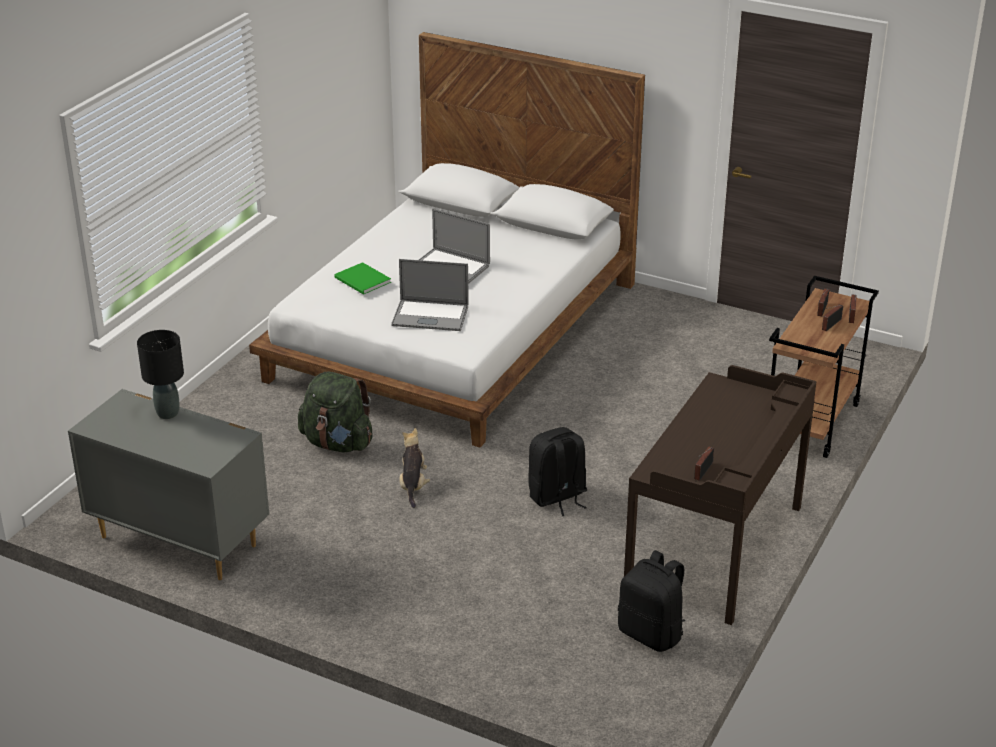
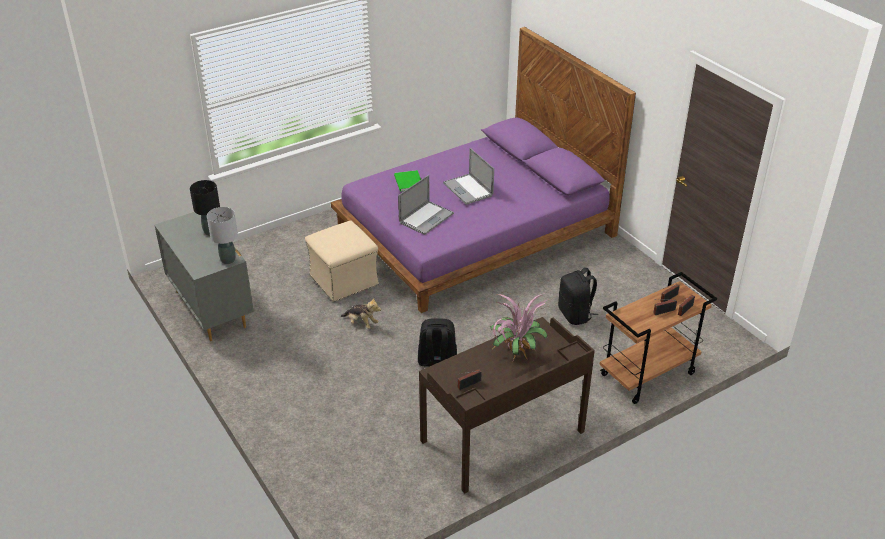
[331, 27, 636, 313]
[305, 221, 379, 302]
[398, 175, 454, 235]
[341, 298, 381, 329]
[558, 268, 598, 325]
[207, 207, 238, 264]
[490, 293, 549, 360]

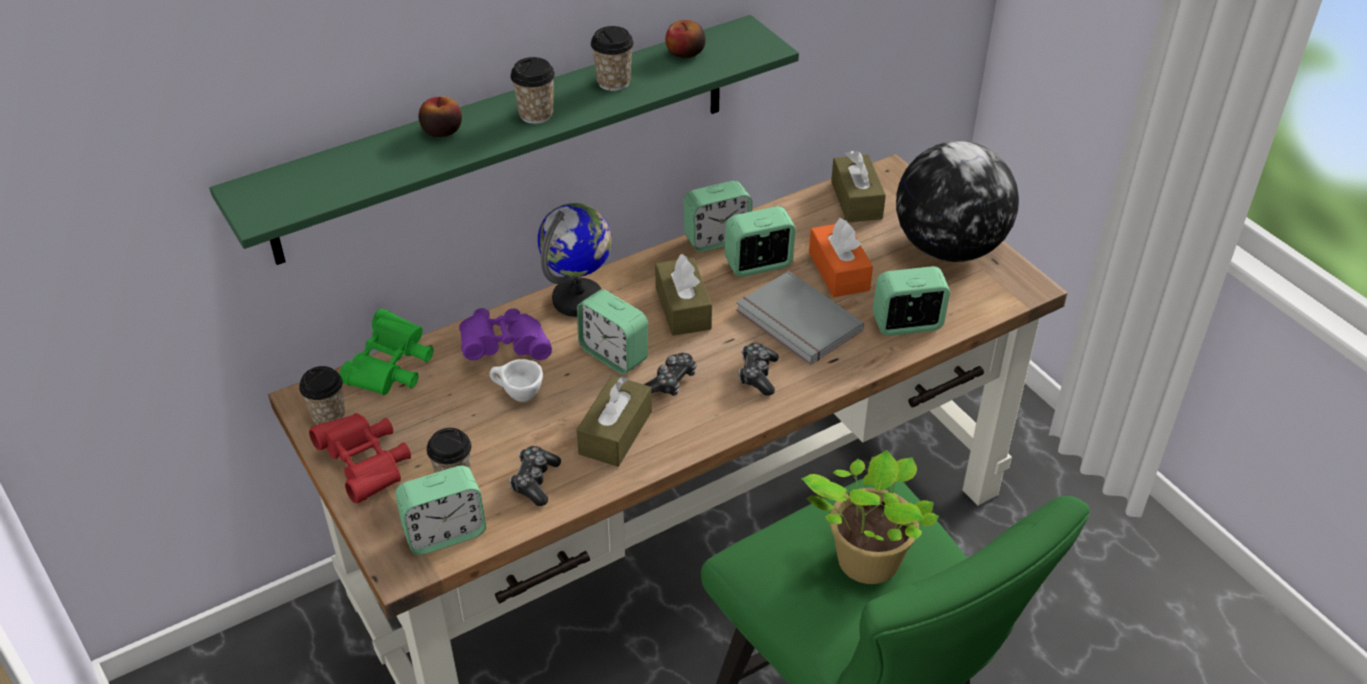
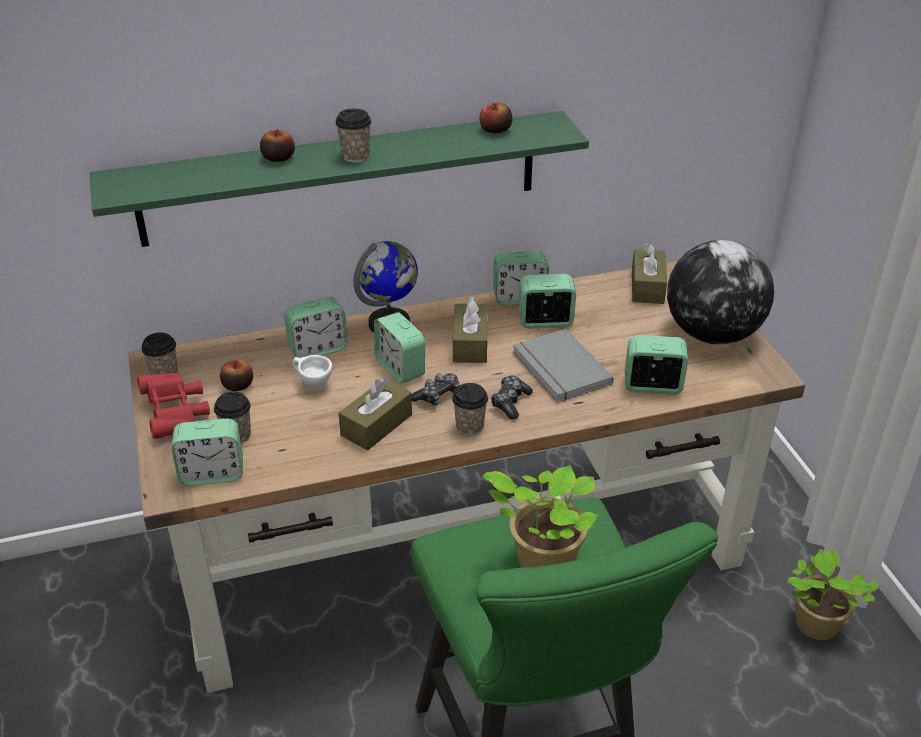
[339, 309, 434, 395] (first image)
[284, 297, 348, 358]
[509, 446, 561, 506] (first image)
[452, 383, 488, 436]
[809, 218, 873, 297] (first image)
[220, 360, 253, 391]
[787, 549, 878, 640]

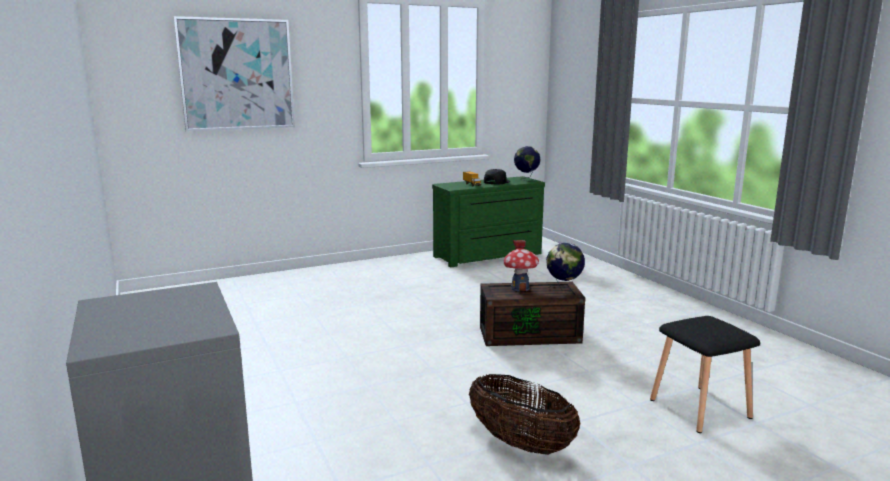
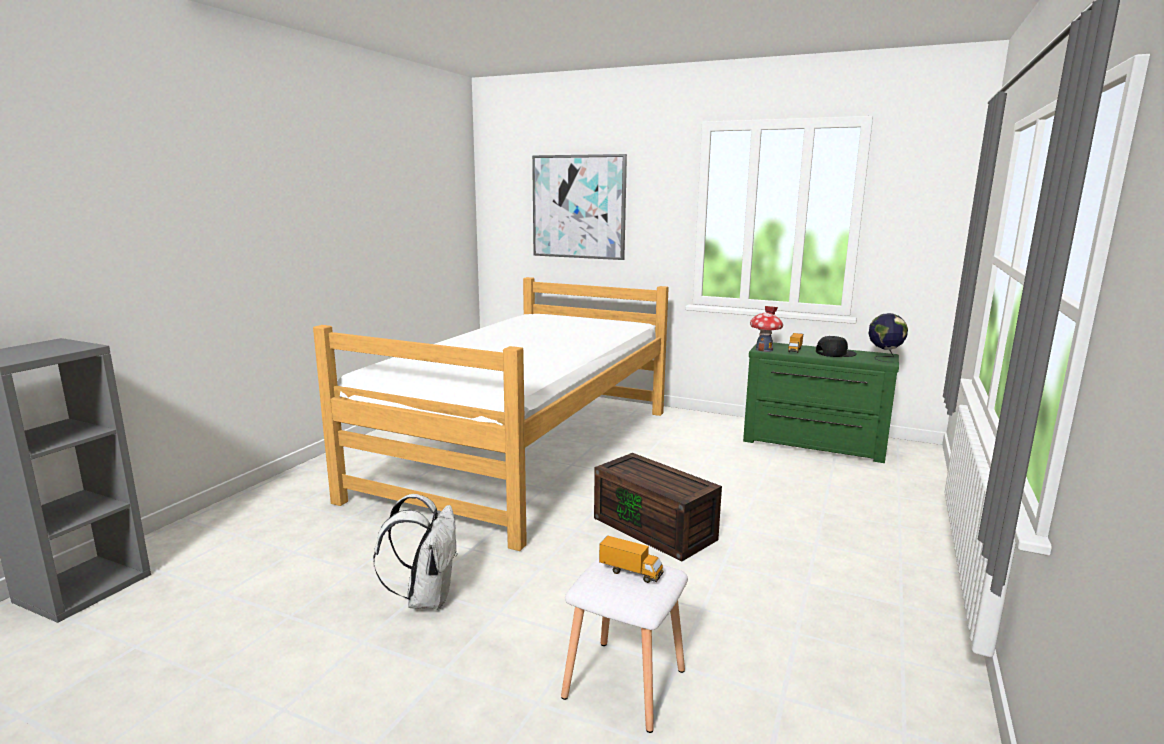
[373, 494, 458, 610]
[750, 306, 783, 352]
[546, 243, 585, 292] (first image)
[561, 558, 688, 733]
[313, 277, 669, 551]
[599, 536, 664, 583]

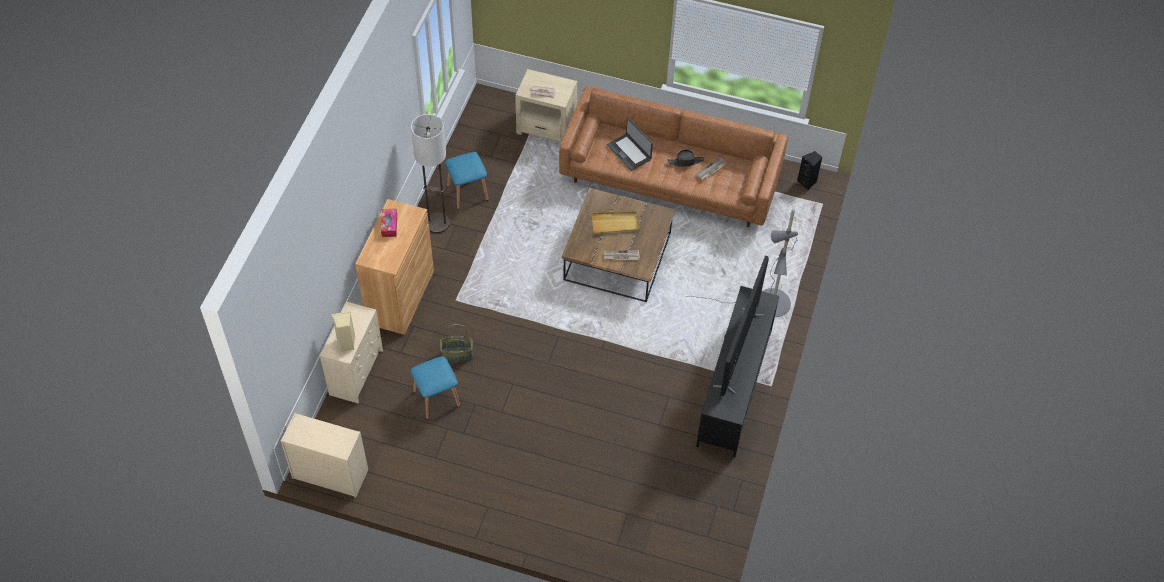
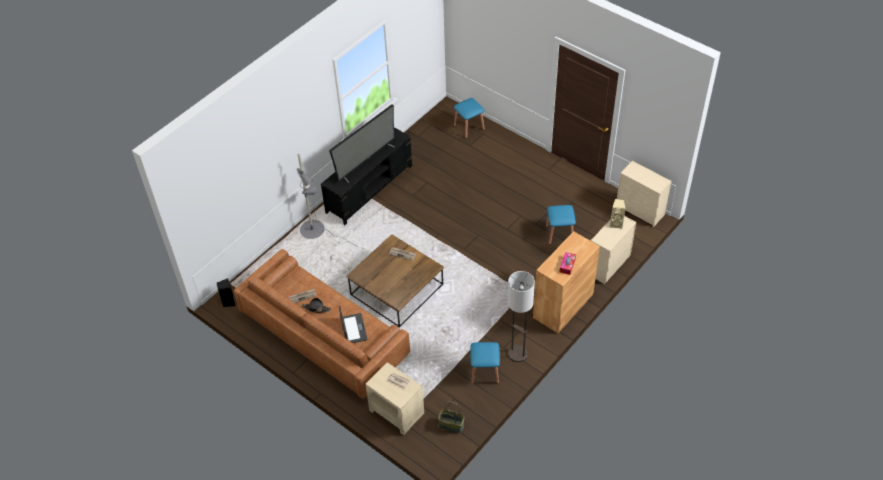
[438, 401, 465, 433]
[592, 212, 639, 233] (first image)
[454, 98, 485, 139]

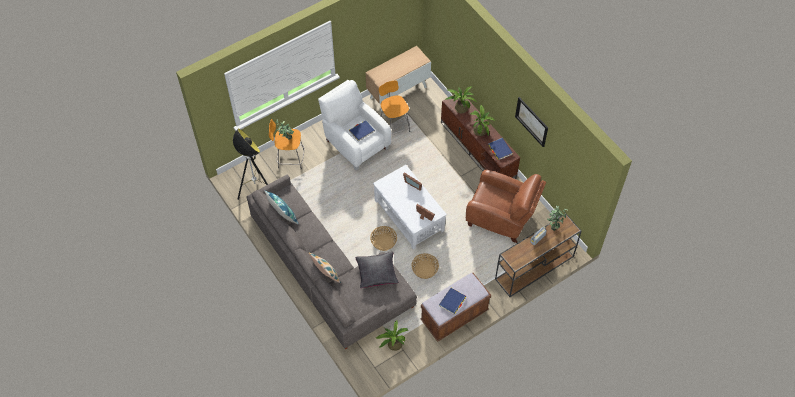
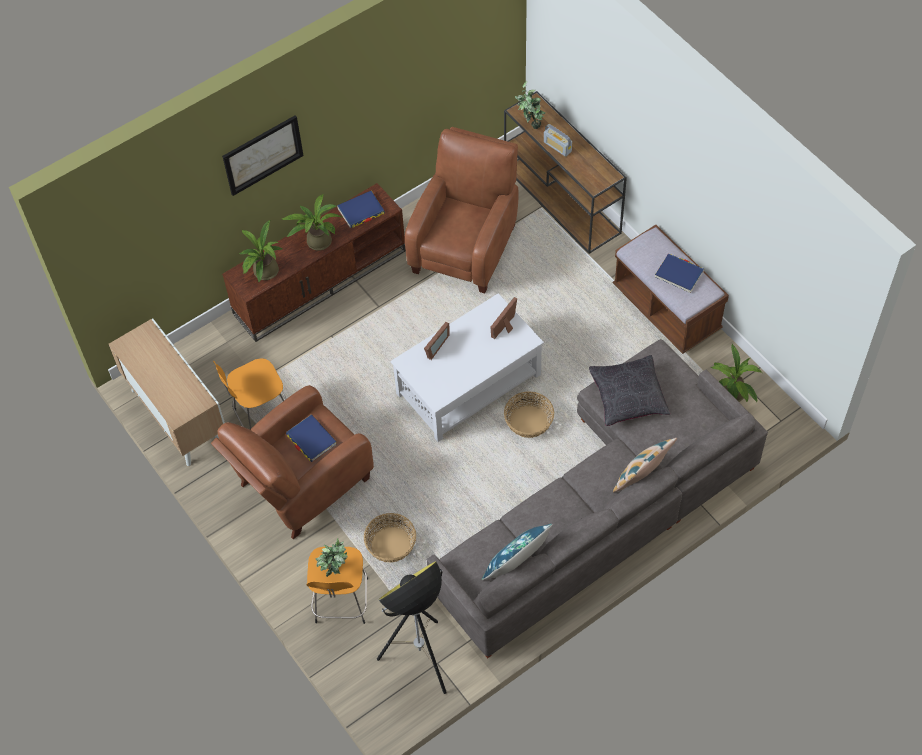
[211, 385, 374, 539]
[364, 513, 416, 563]
[222, 115, 304, 196]

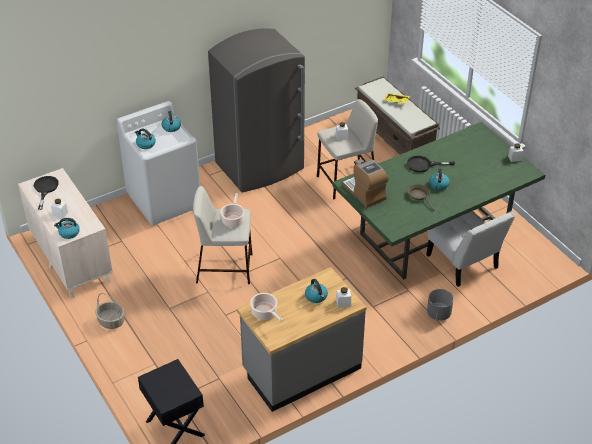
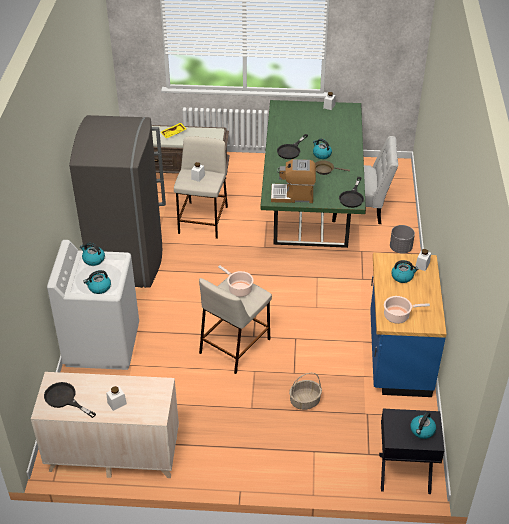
[411, 412, 436, 439]
[289, 373, 322, 410]
[370, 253, 447, 397]
[339, 177, 364, 208]

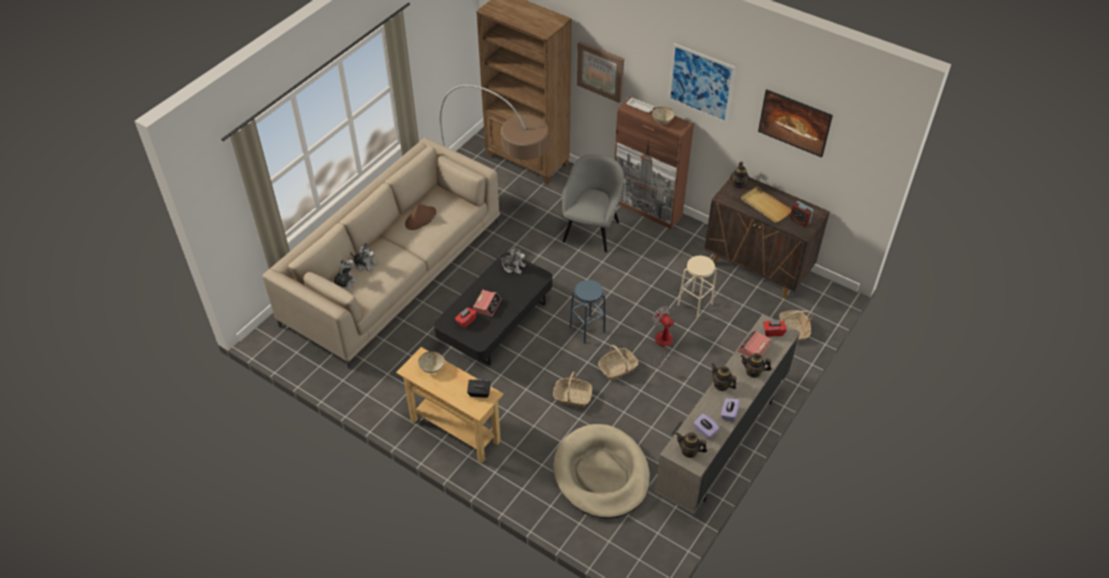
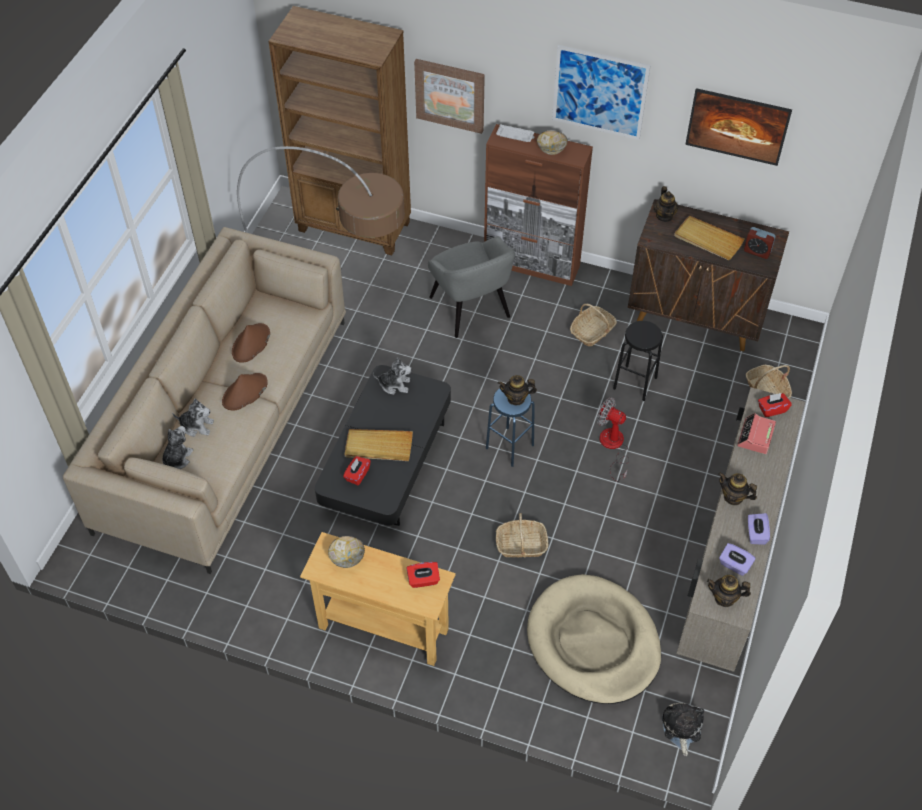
[407, 562, 440, 588]
[344, 429, 413, 461]
[428, 236, 515, 338]
[570, 304, 617, 346]
[613, 321, 663, 401]
[498, 375, 537, 405]
[222, 373, 268, 411]
[662, 702, 704, 756]

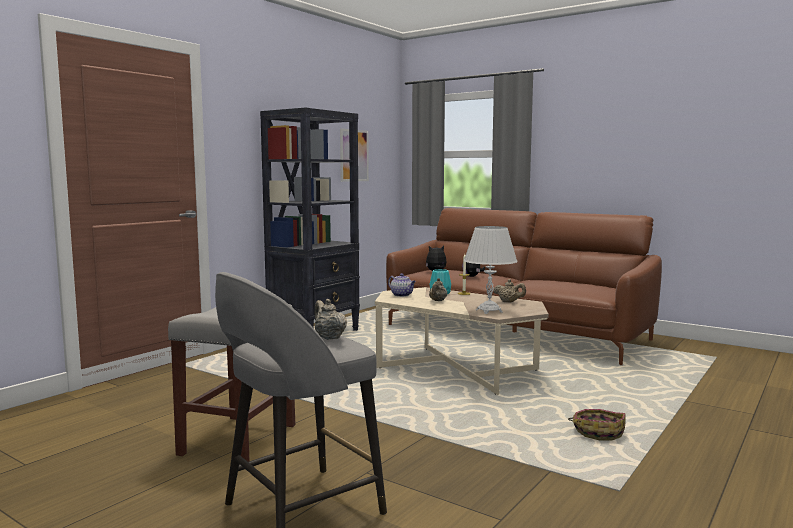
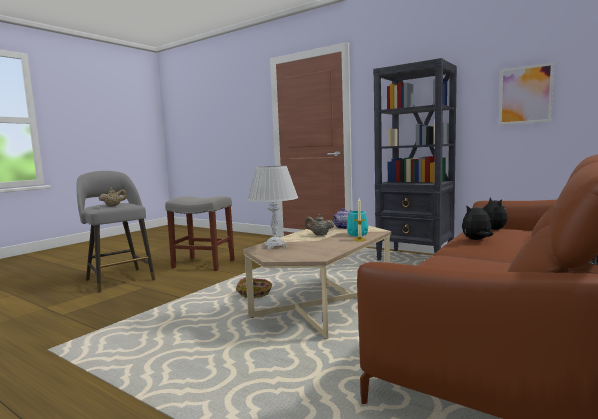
[494, 279, 526, 303] (first image)
[236, 277, 272, 298]

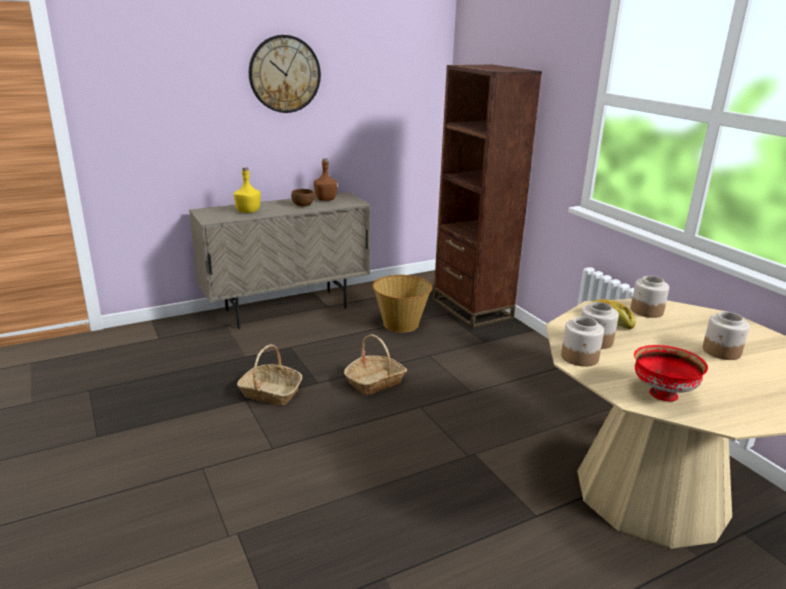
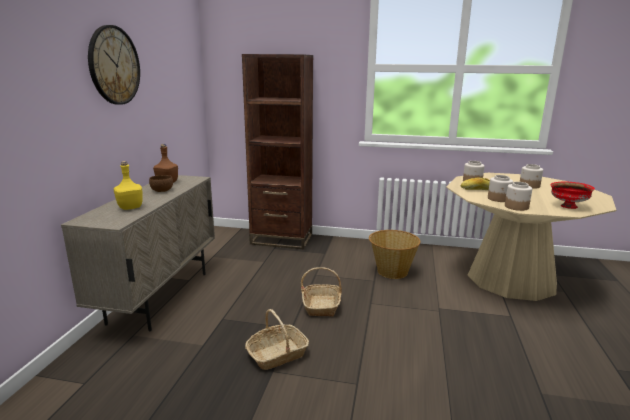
[369, 230, 421, 279]

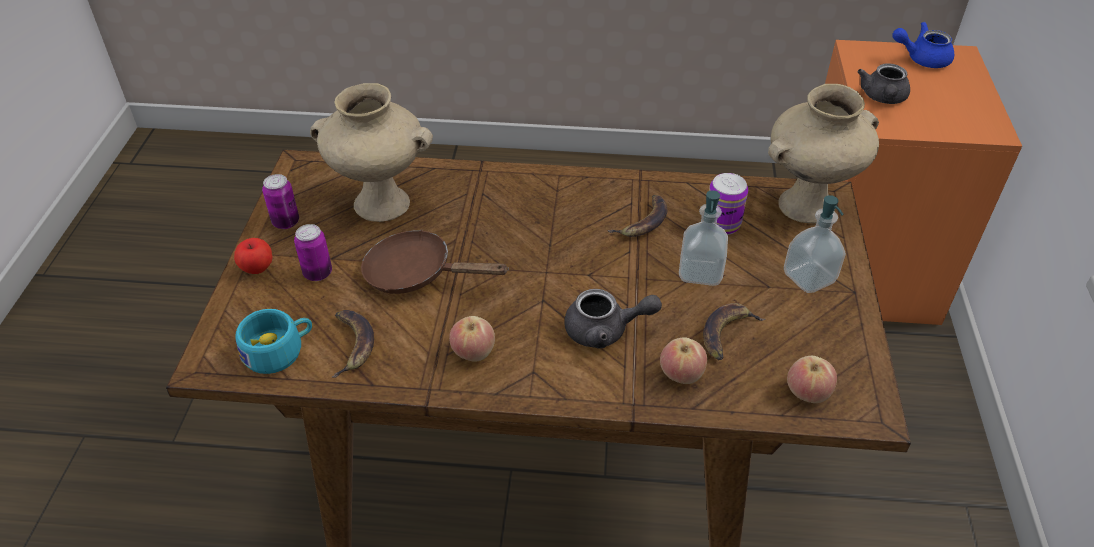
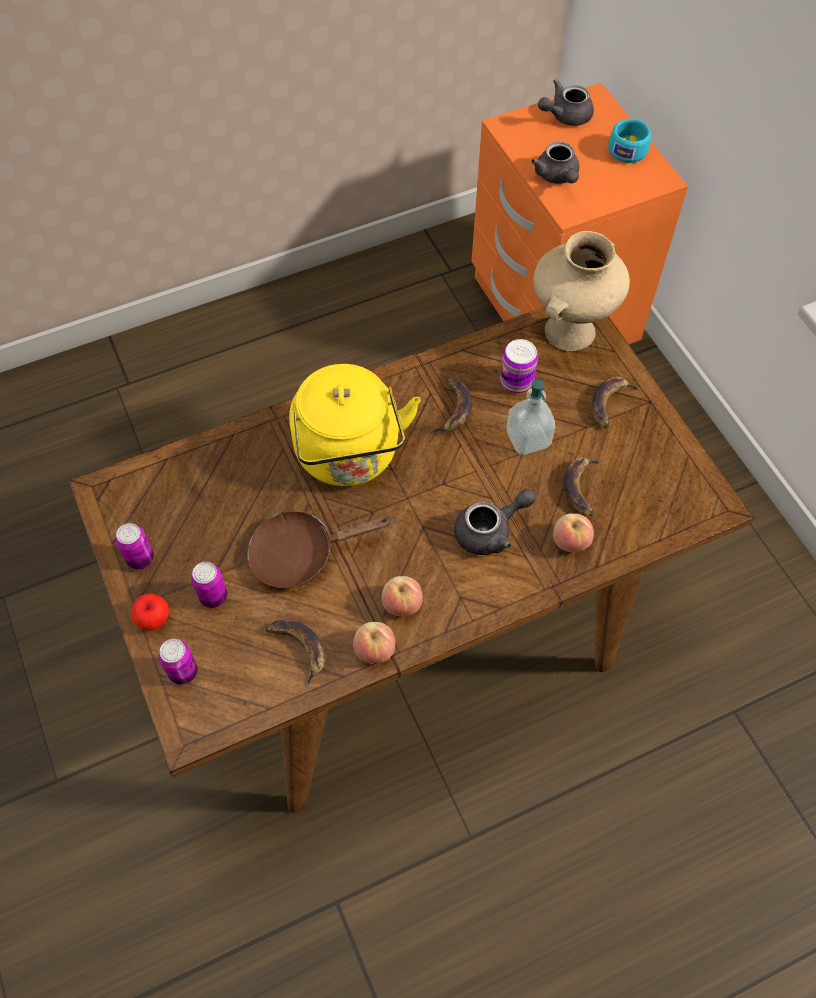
[608, 119, 651, 163]
[310, 83, 433, 222] (first image)
[592, 377, 641, 428]
[353, 622, 395, 663]
[538, 79, 594, 126]
[158, 639, 198, 685]
[289, 364, 421, 486]

